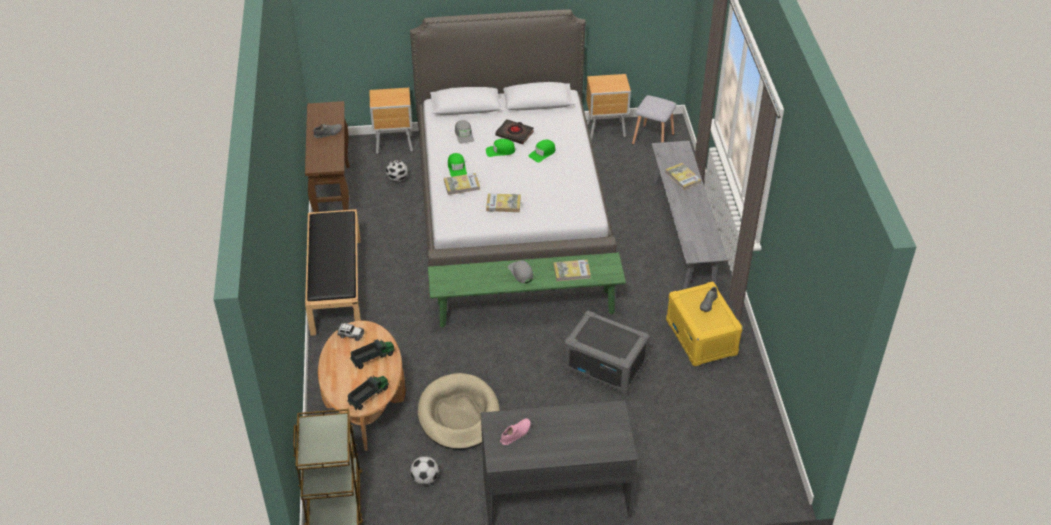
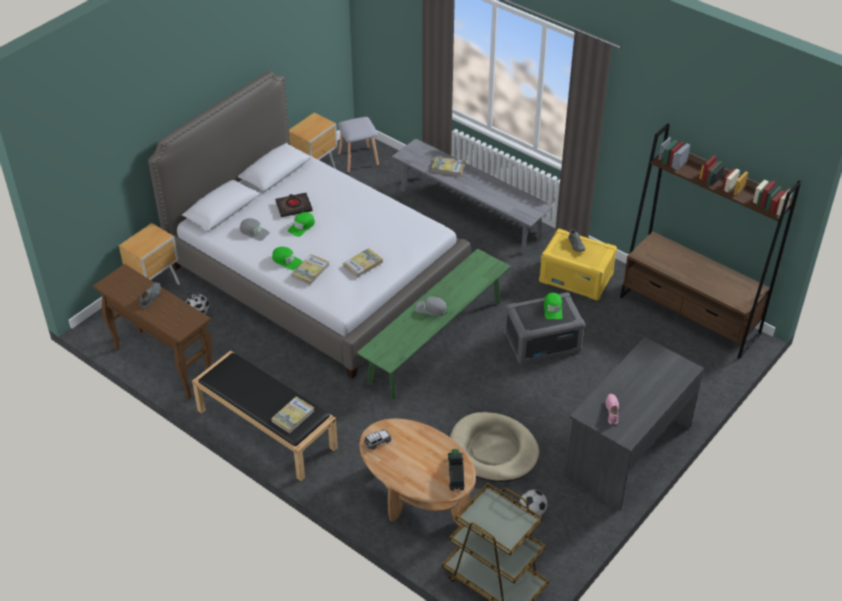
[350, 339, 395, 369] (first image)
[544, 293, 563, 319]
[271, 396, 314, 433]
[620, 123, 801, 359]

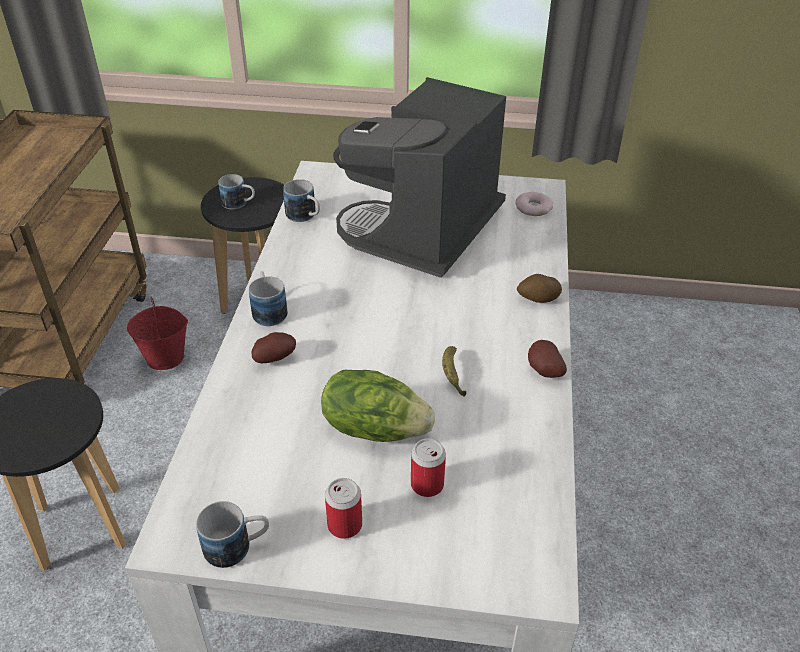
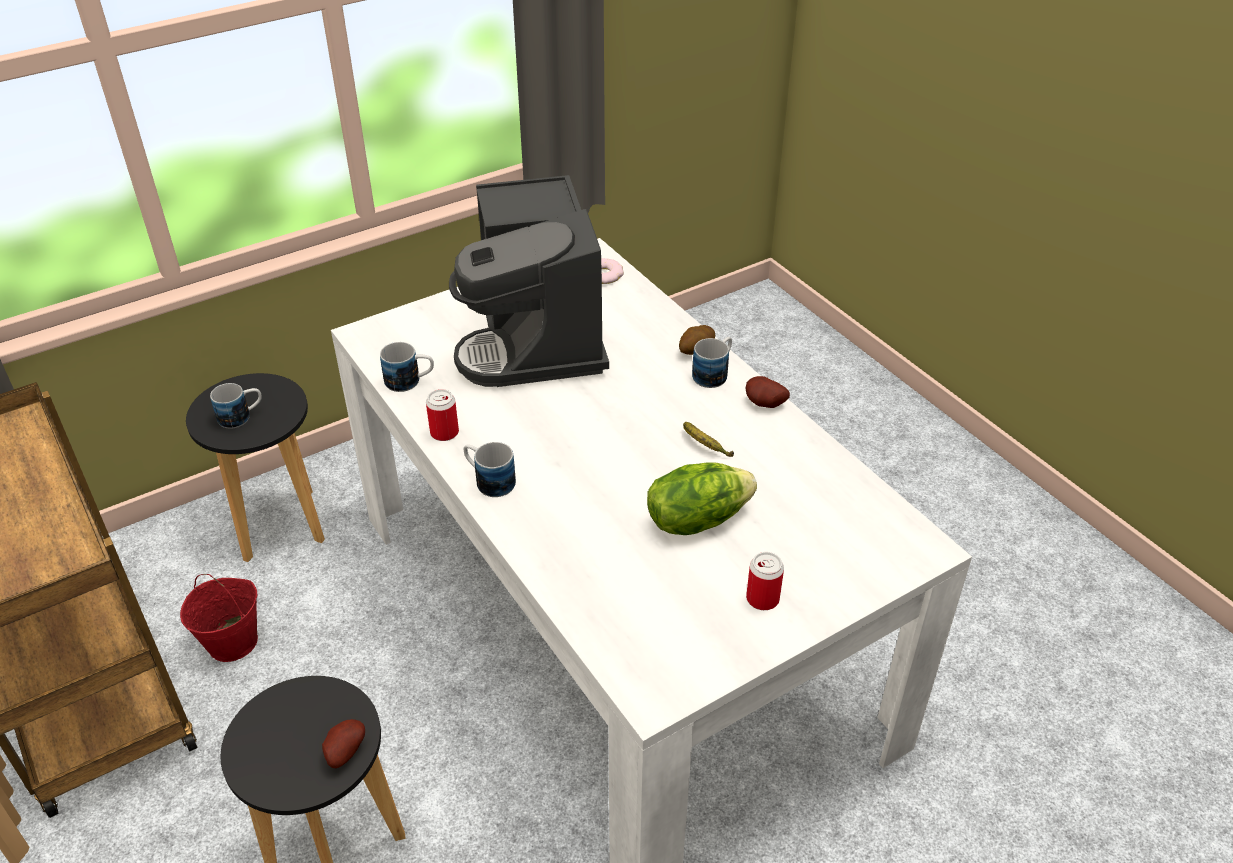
[692, 337, 732, 388]
[322, 719, 365, 768]
[426, 389, 459, 441]

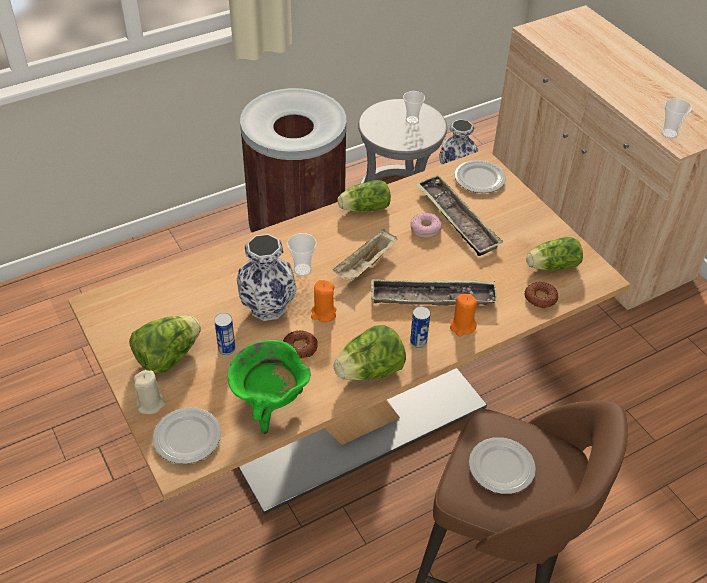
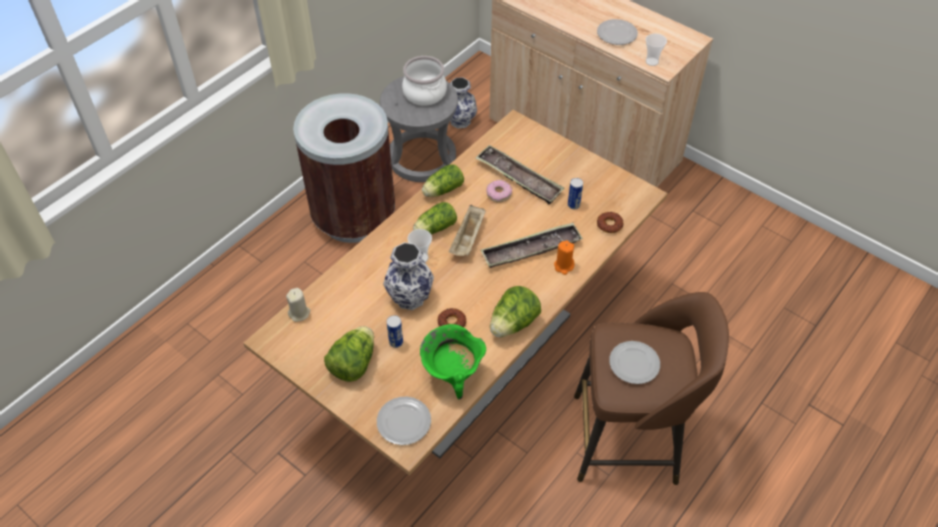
[286, 288, 310, 322]
[311, 280, 337, 322] (first image)
[402, 56, 447, 106]
[568, 178, 583, 209]
[597, 19, 638, 45]
[413, 202, 457, 235]

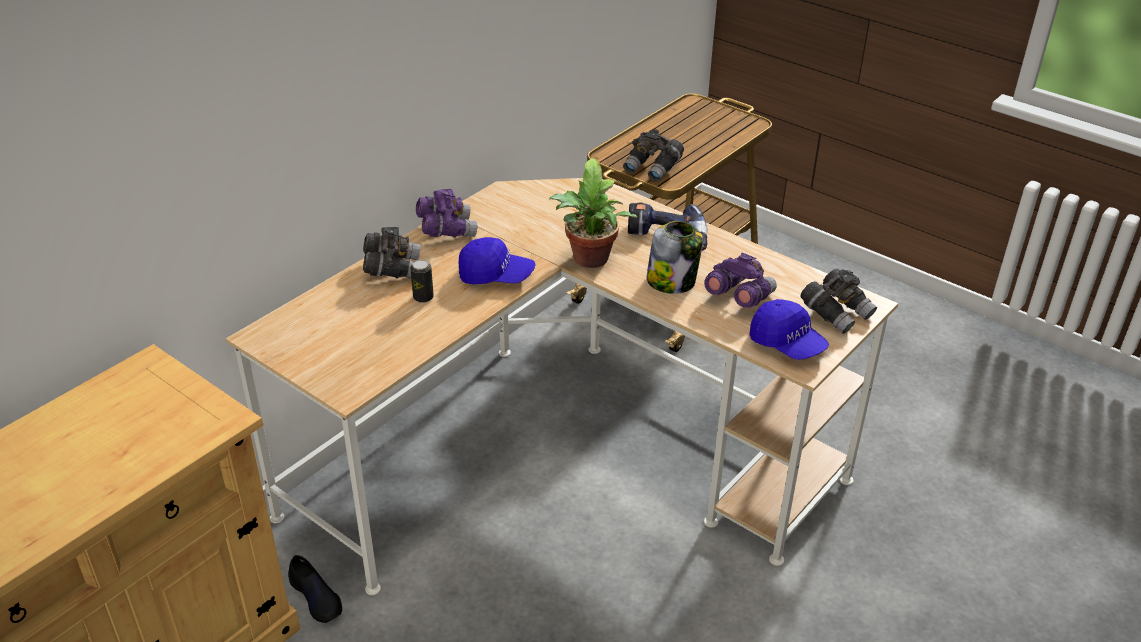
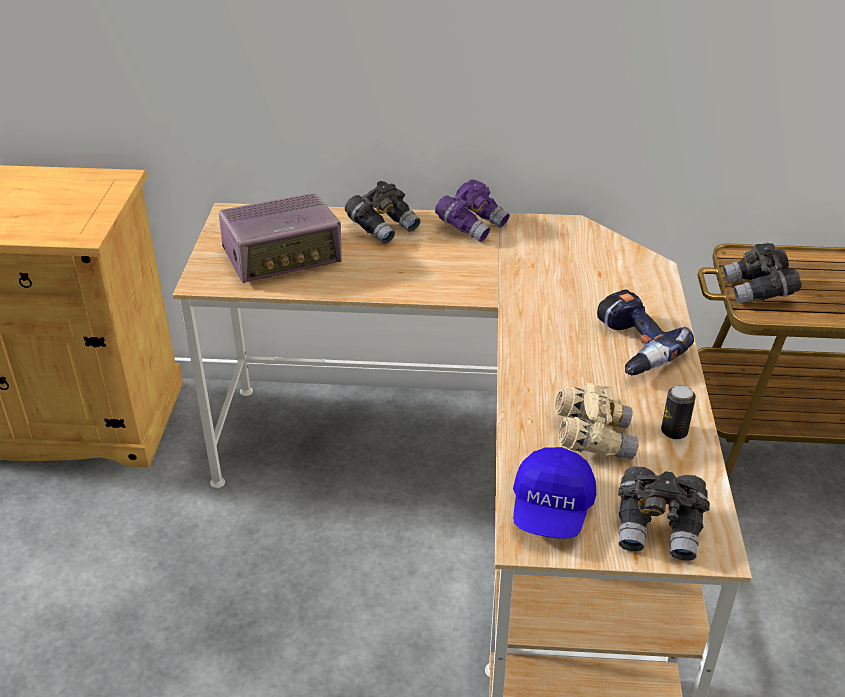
[288, 555, 342, 623] (first image)
[661, 385, 696, 439]
[459, 237, 536, 285] (first image)
[549, 158, 637, 268] (first image)
[646, 221, 703, 294] (first image)
[555, 383, 638, 459]
[219, 193, 342, 283]

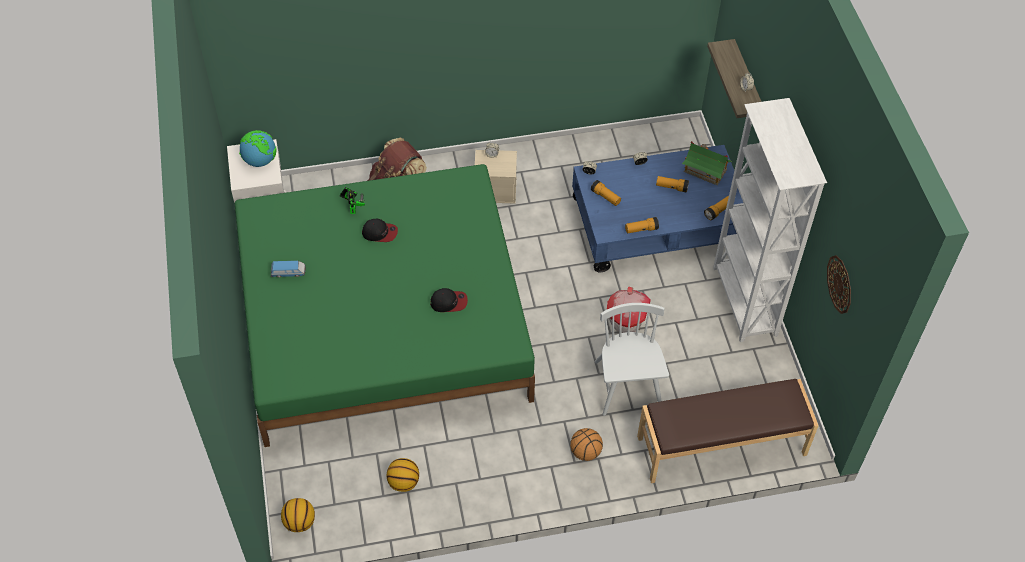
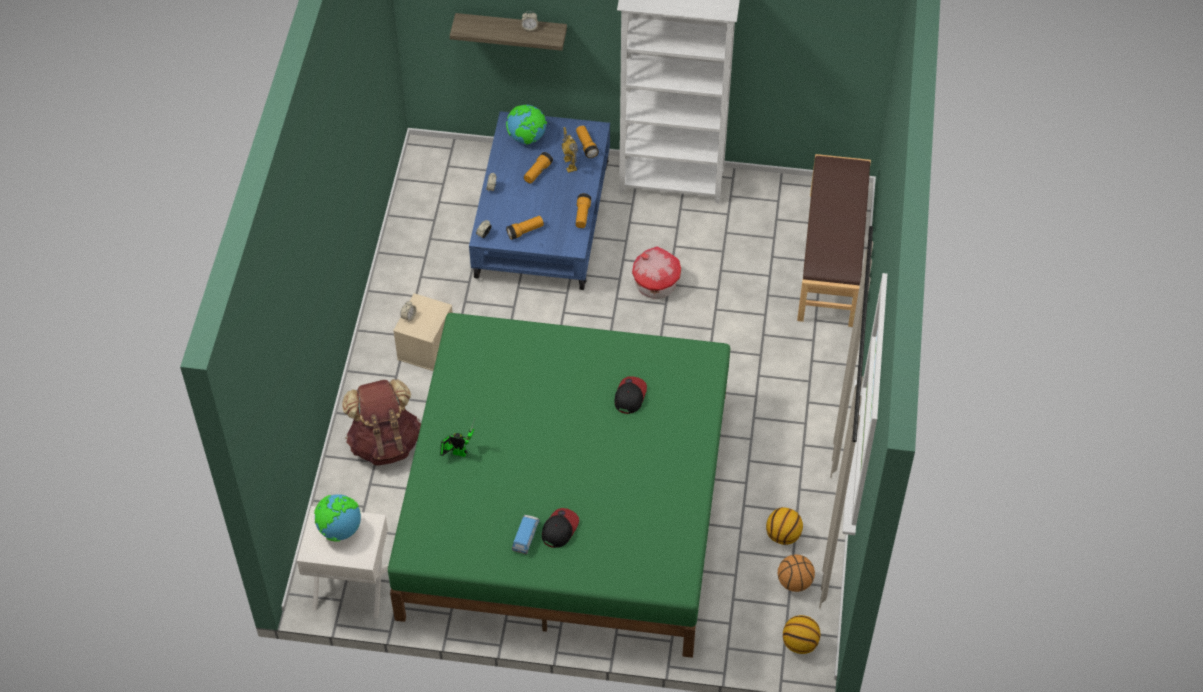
[542, 508, 579, 548]
[778, 554, 815, 592]
[595, 303, 669, 416] (first image)
[506, 105, 547, 144]
[827, 255, 851, 314] (first image)
[562, 127, 578, 173]

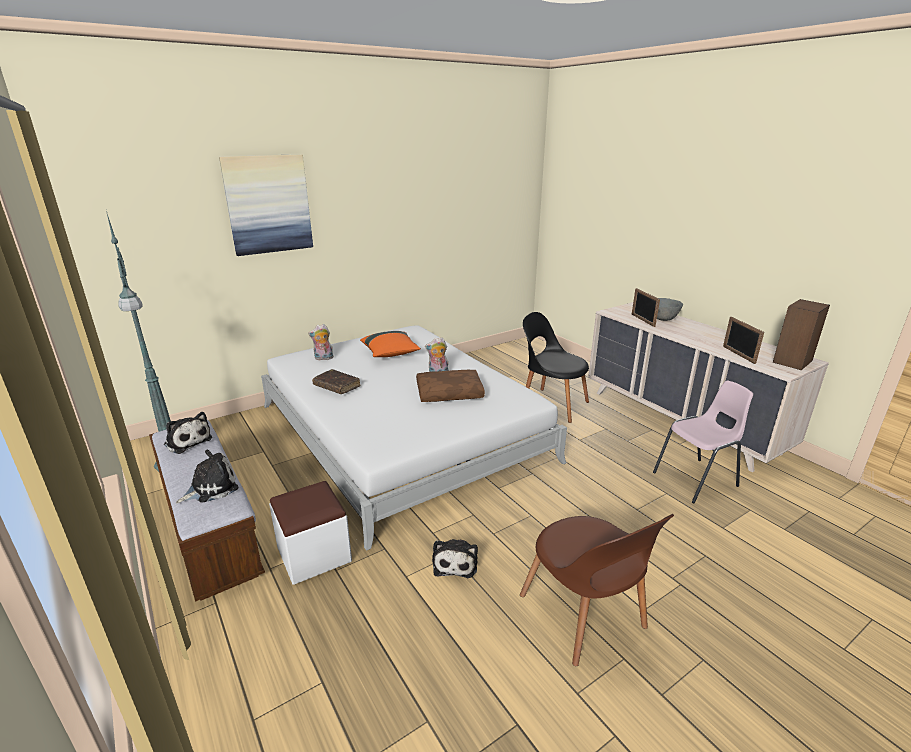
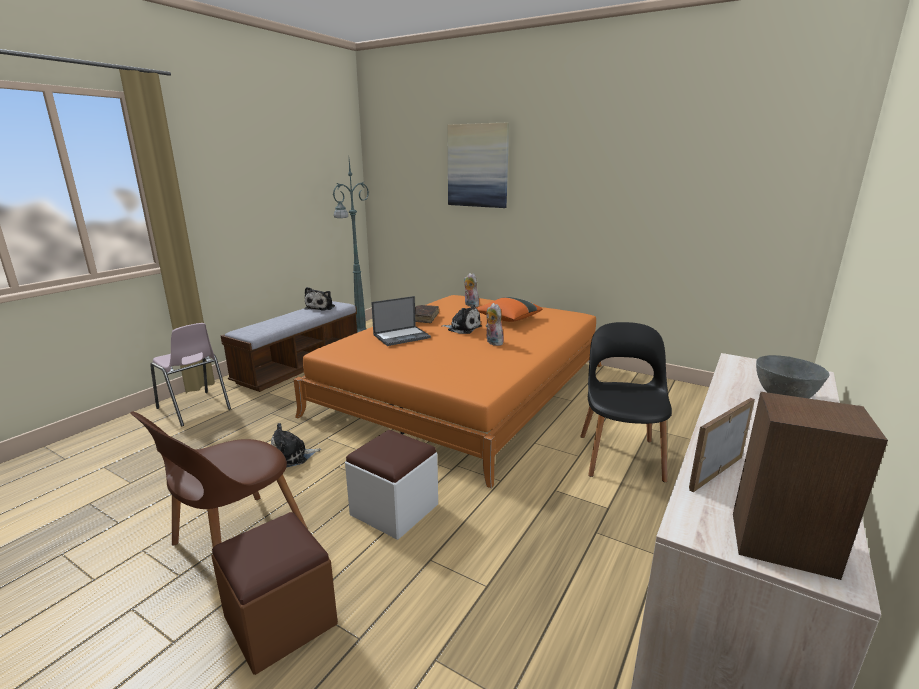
[443, 305, 482, 334]
[294, 295, 601, 488]
[345, 430, 438, 540]
[416, 370, 485, 402] (first image)
[632, 288, 660, 327] (first image)
[150, 323, 231, 426]
[211, 512, 338, 675]
[371, 296, 431, 346]

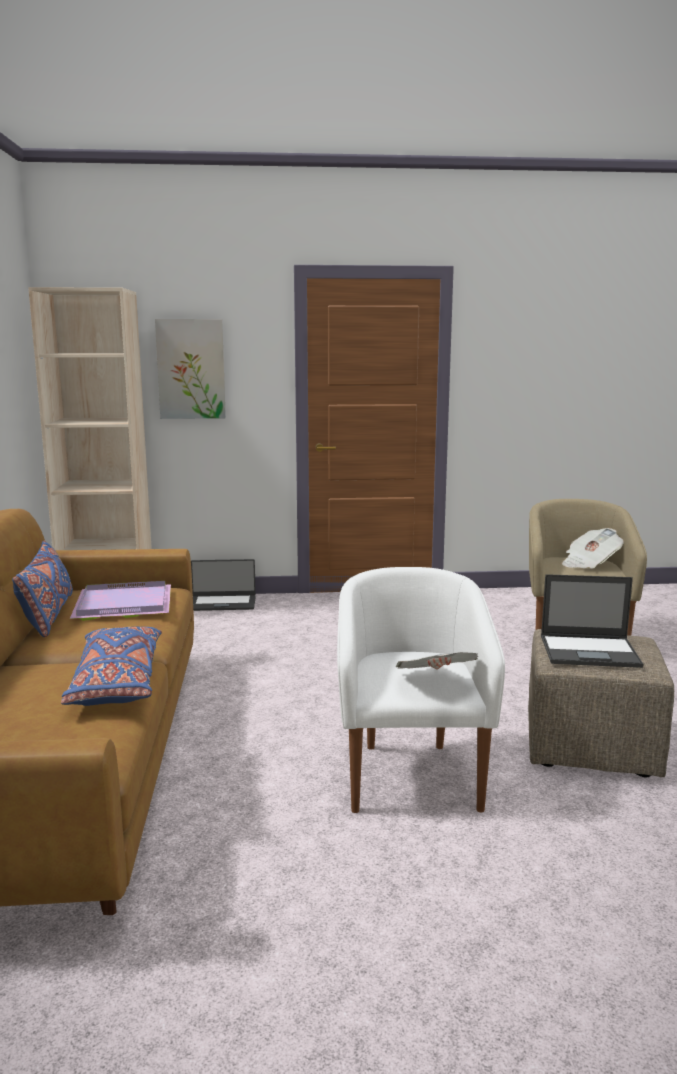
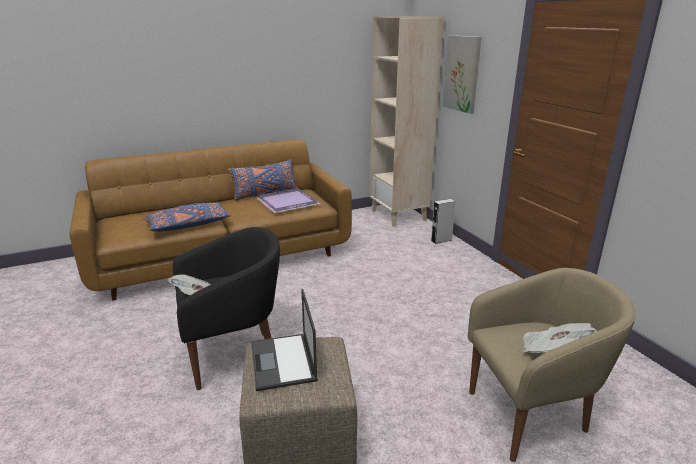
[431, 199, 456, 244]
[173, 227, 280, 390]

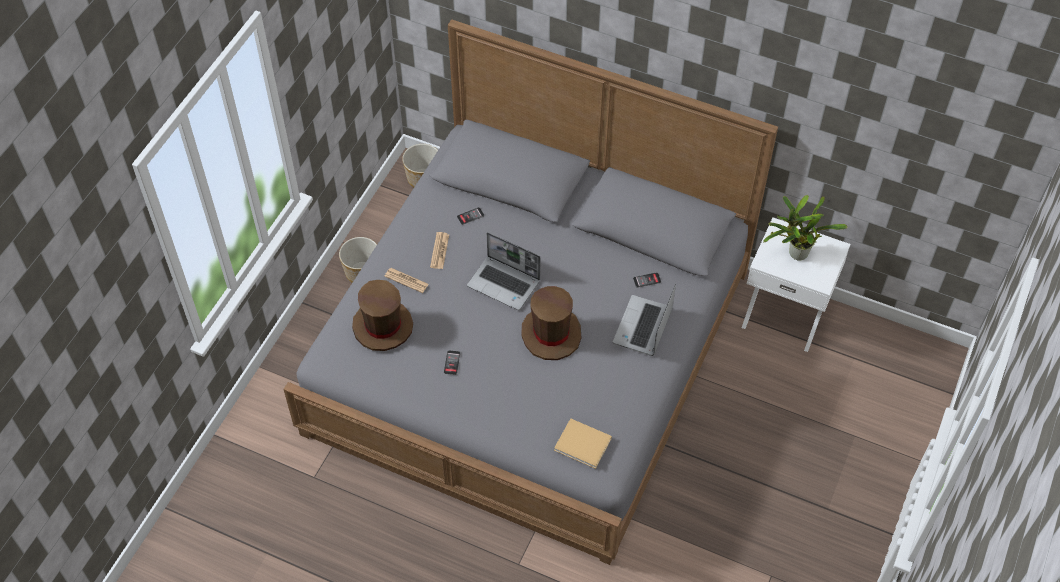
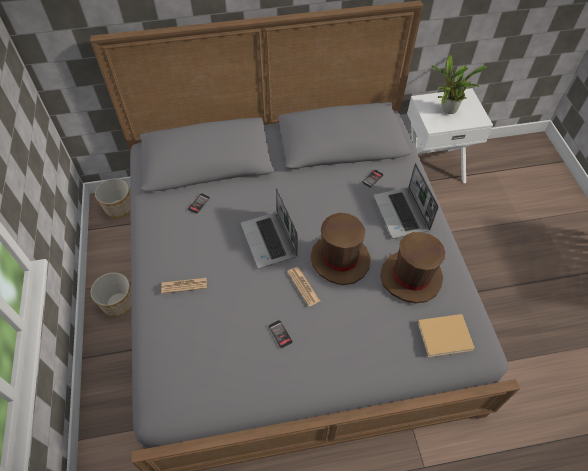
[380, 232, 445, 304]
[287, 267, 320, 306]
[241, 188, 298, 269]

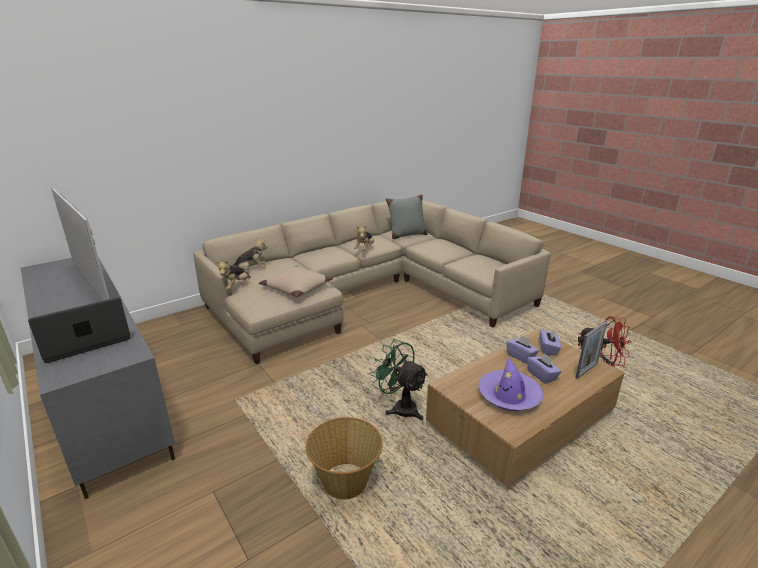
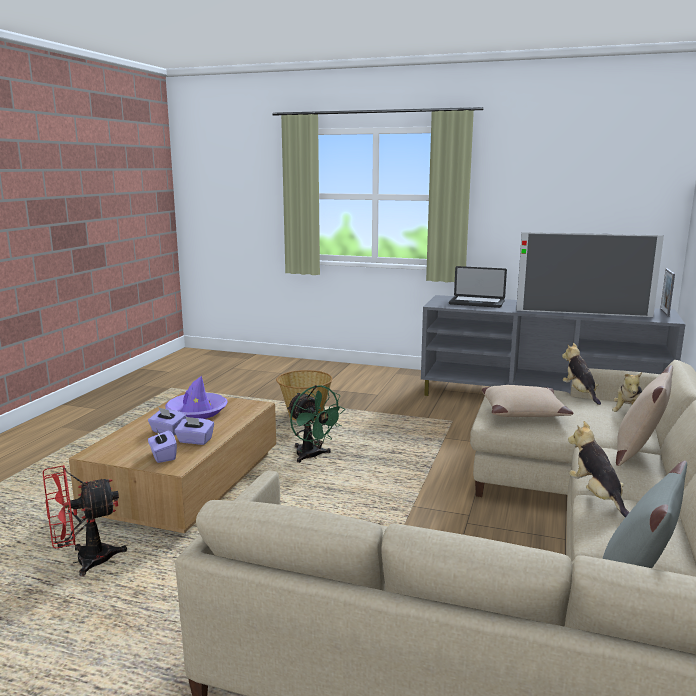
[449, 266, 507, 308]
[287, 385, 344, 463]
[660, 268, 675, 317]
[616, 365, 673, 466]

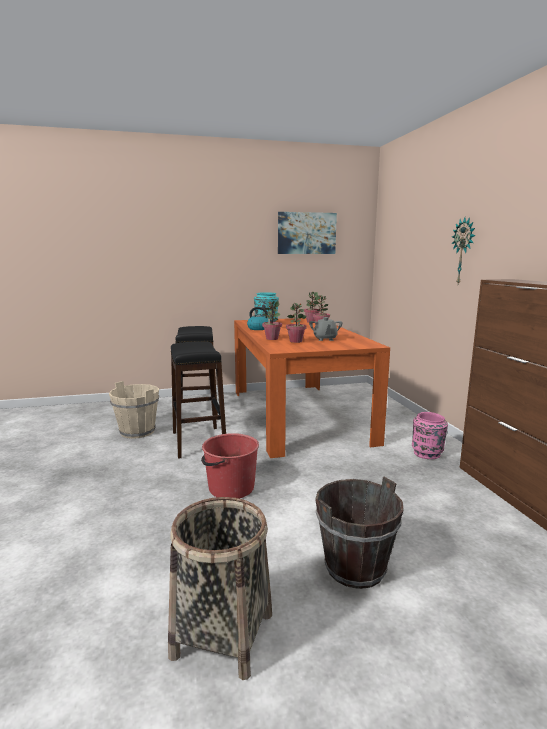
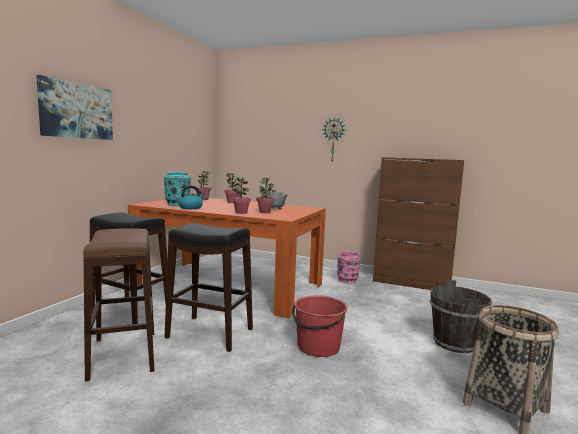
[83, 228, 154, 382]
[36, 75, 113, 140]

